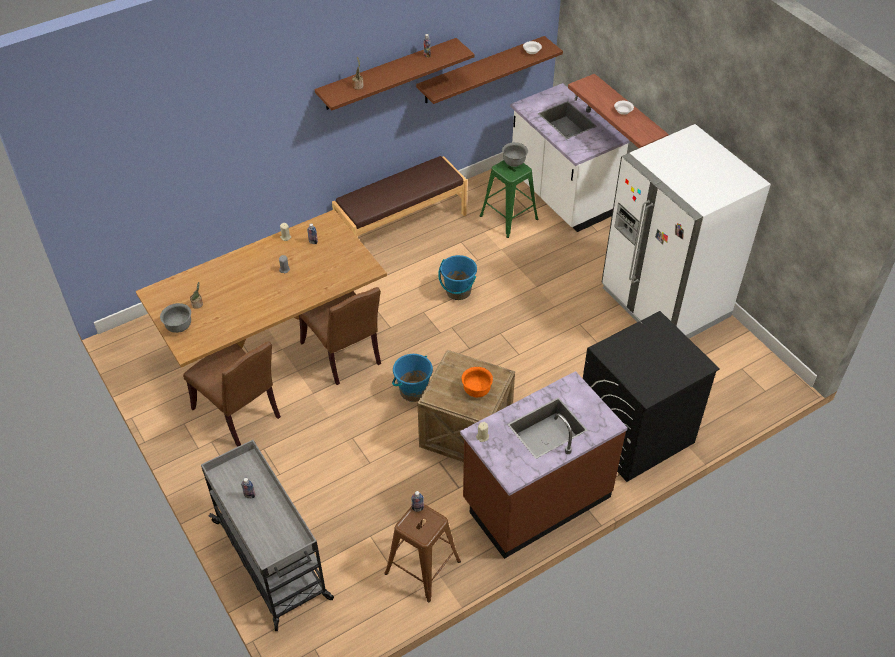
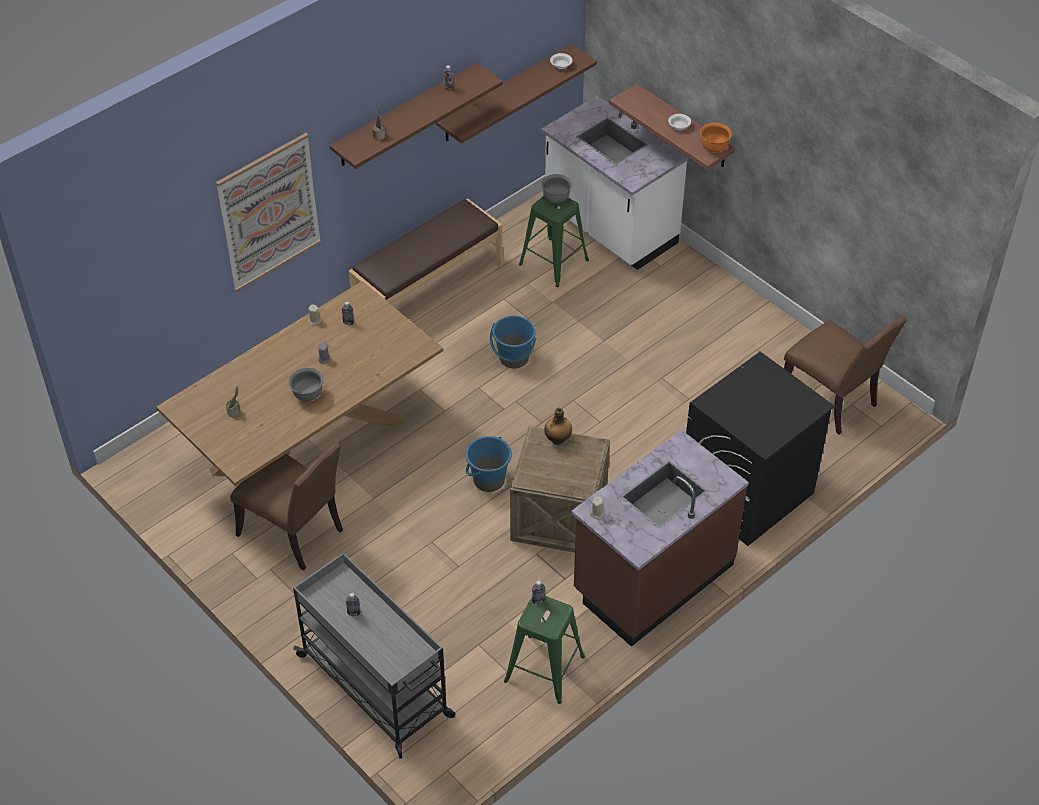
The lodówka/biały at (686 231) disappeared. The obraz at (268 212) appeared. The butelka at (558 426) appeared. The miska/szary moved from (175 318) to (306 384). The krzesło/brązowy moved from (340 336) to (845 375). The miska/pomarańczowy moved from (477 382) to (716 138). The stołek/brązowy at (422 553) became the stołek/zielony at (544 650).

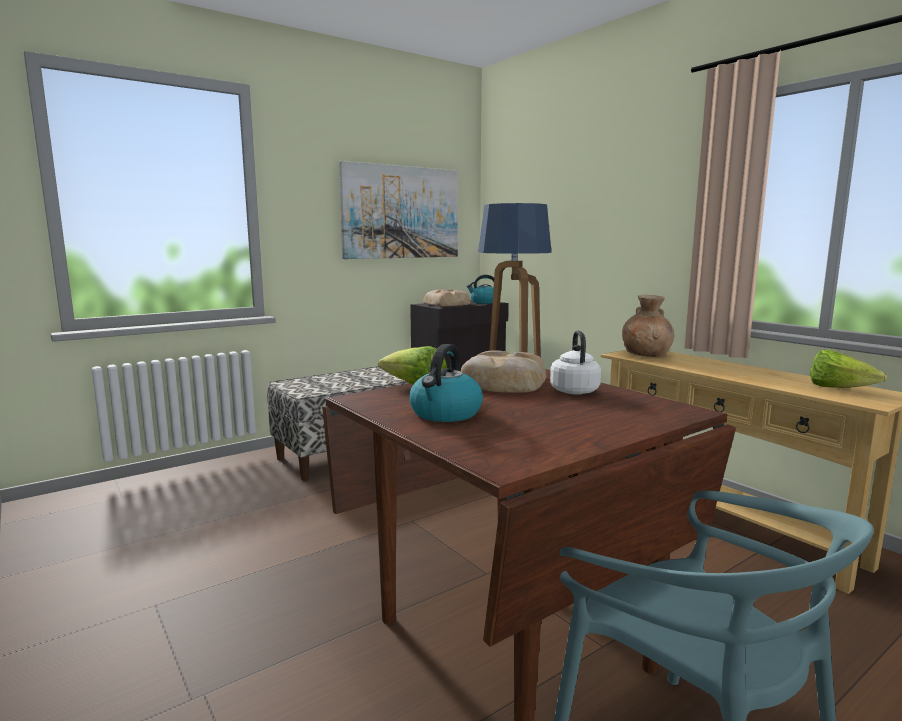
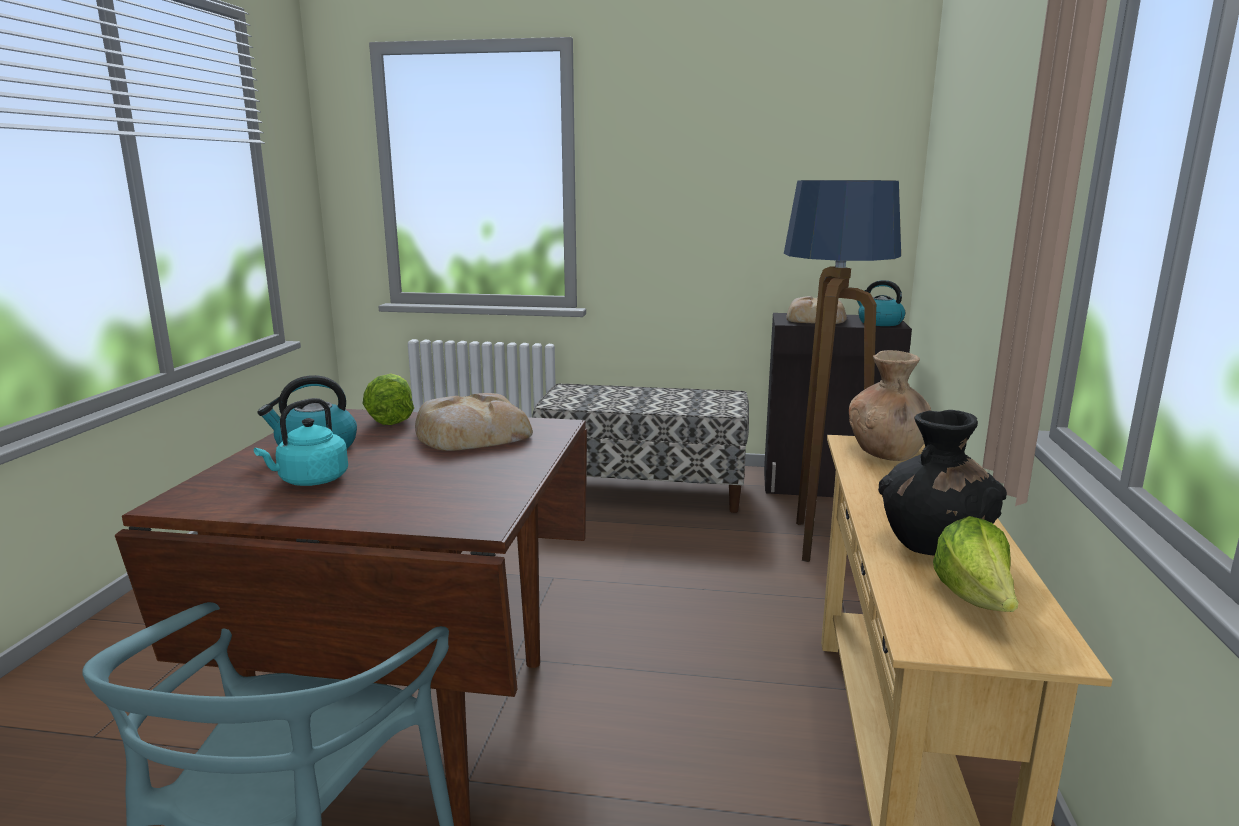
The obraz at (398 210) disappeared. The czajnik/biały at (575 362) disappeared. The czajnik/turkusowy at (301 442) appeared. The wazon/czarny at (942 483) appeared.

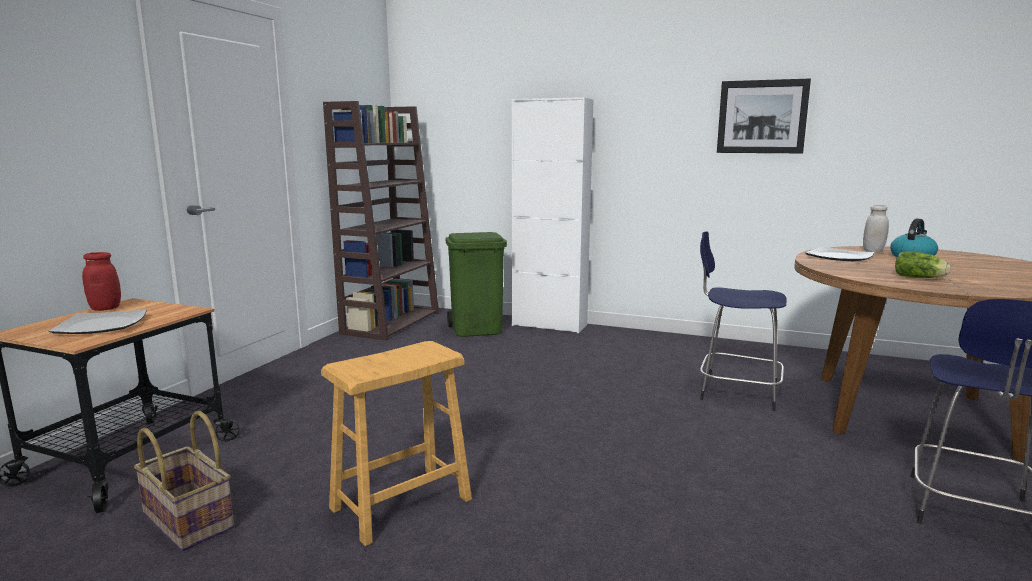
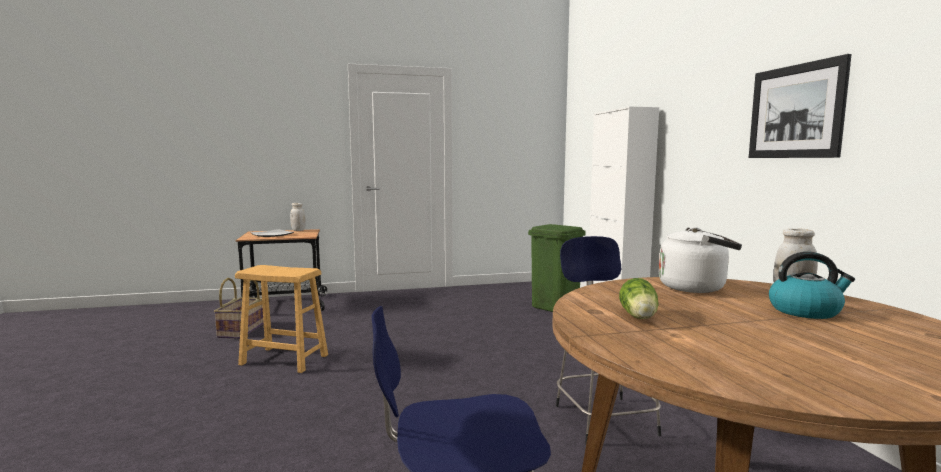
The regał/brązowy at (381 221) disappeared. The talerz at (839 254) was replaced by the czajnik/biały at (700 260). The słoik/czerwony at (101 281) became the słoik/biały at (298 217).

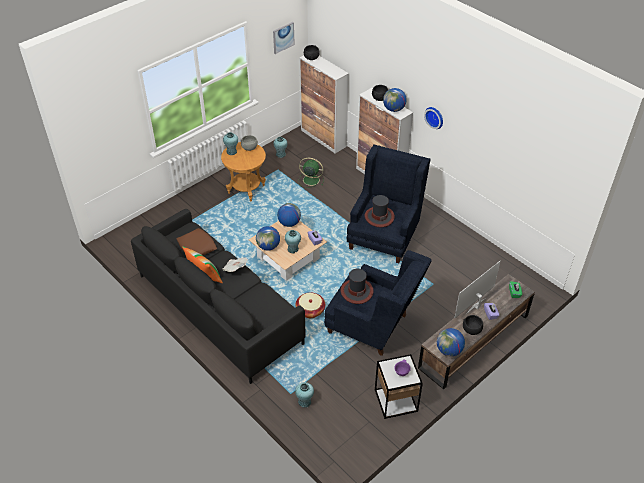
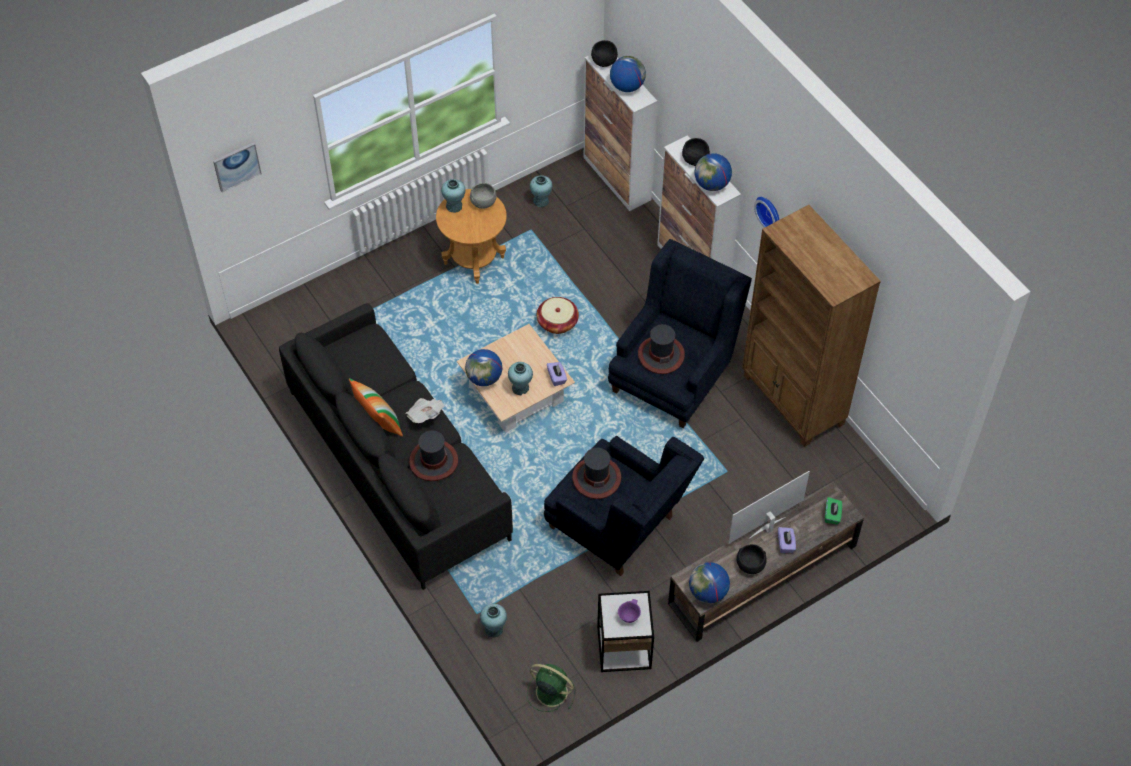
The poduszka/brązowy at (197 242) disappeared. The kapelusz at (433 455) appeared. The regał/brązowy at (811 326) appeared. The obraz moved from (284 38) to (237 167). The globus moved from (289 215) to (628 74). The koszyk moved from (310 305) to (558 315). The wentylator/zielony moved from (311 173) to (551 688).

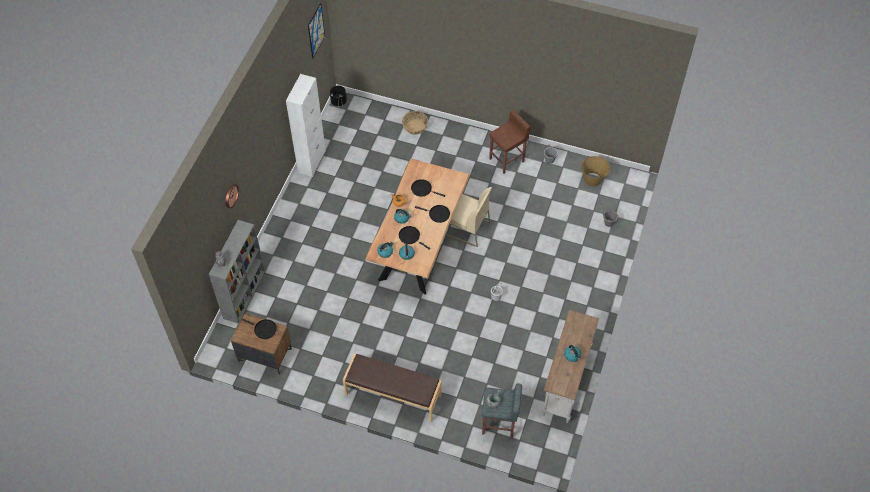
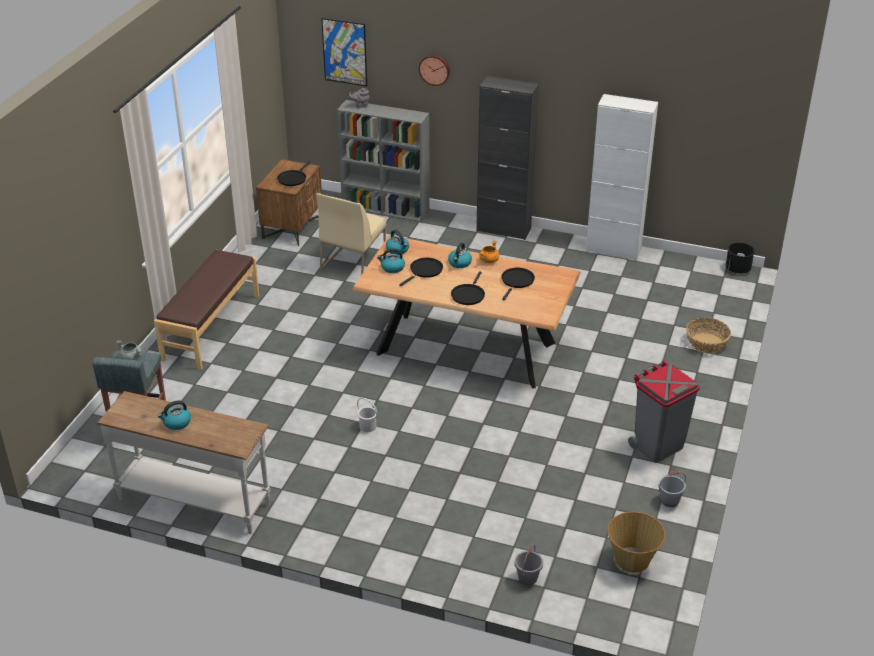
The szafka/czarny at (507 158) appeared. The obraz moved from (316 31) to (344 52). The krzesło/beżowy moved from (468 217) to (351 234). The stołek/brązowy at (510 142) was replaced by the kosz na śmieci/szary at (664 411).

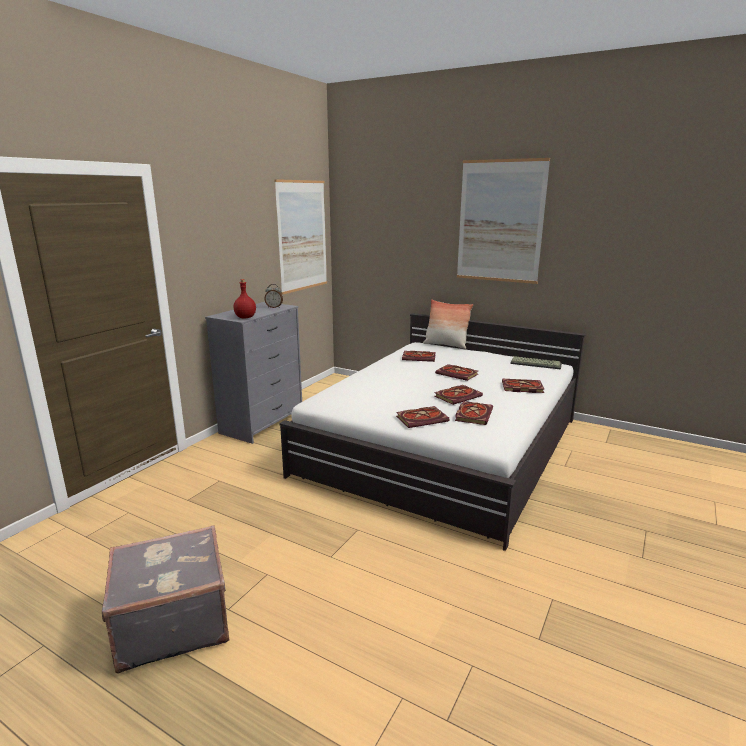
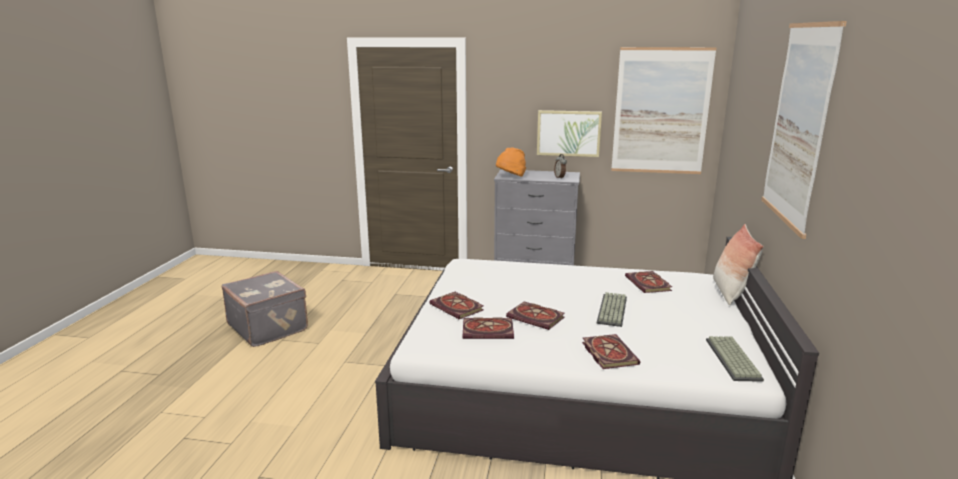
The obraz at (569 133) appeared. The butelka/czerwony at (245 298) was replaced by the kapelusz/pomarańczowy at (511 162). The książka at (456 372) was replaced by the klawiatura at (612 309).

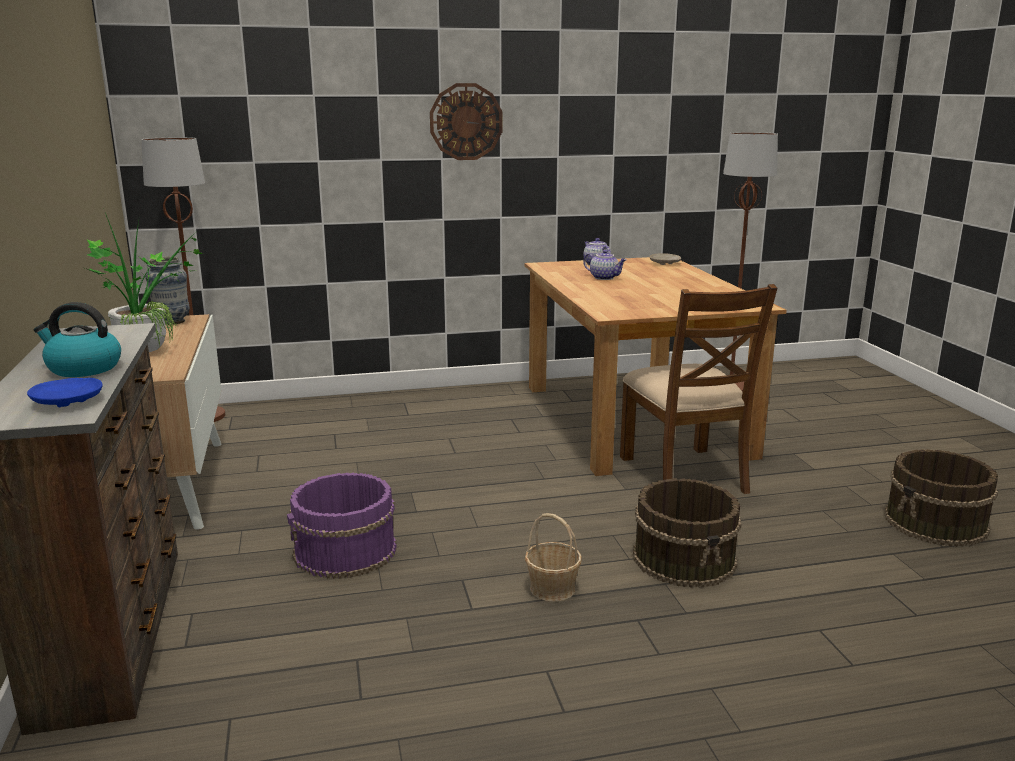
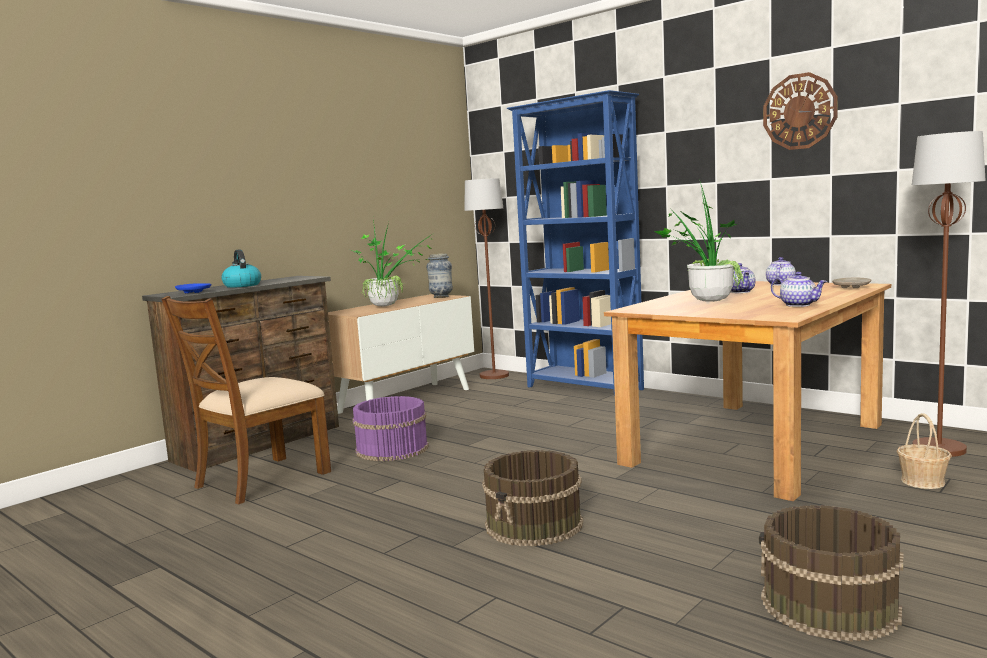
The regał/niebieski at (575 243) appeared. The roślina doniczkowa at (699 240) appeared. The imbryk at (799 289) appeared. The zegar ścienny moved from (466 121) to (800 111). The koszyk moved from (553 557) to (924 451). The krzesło/brązowy moved from (698 389) to (246 400).

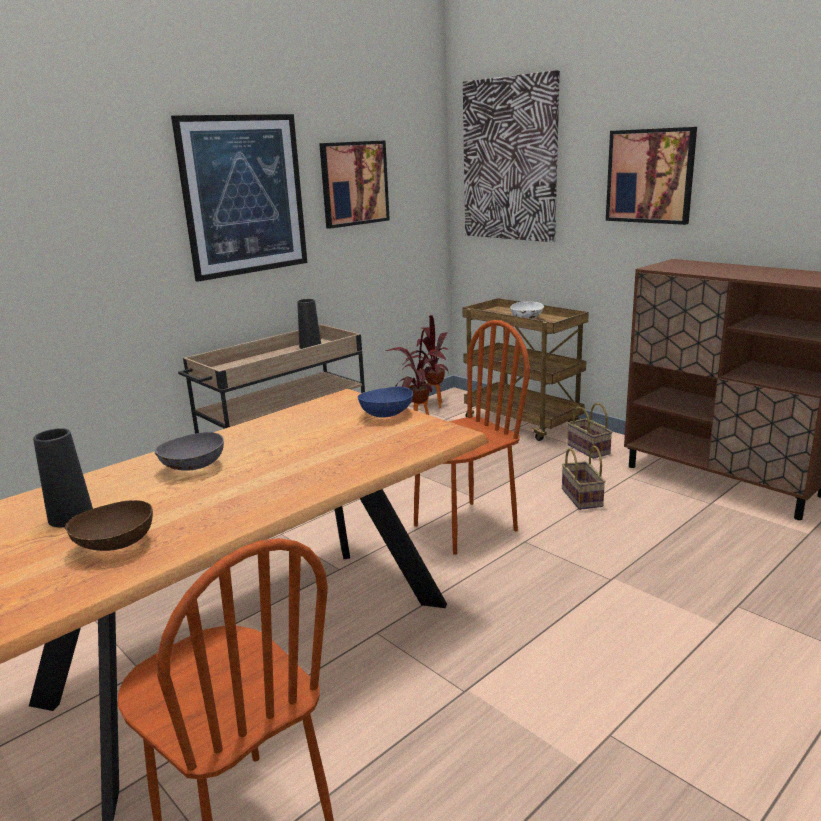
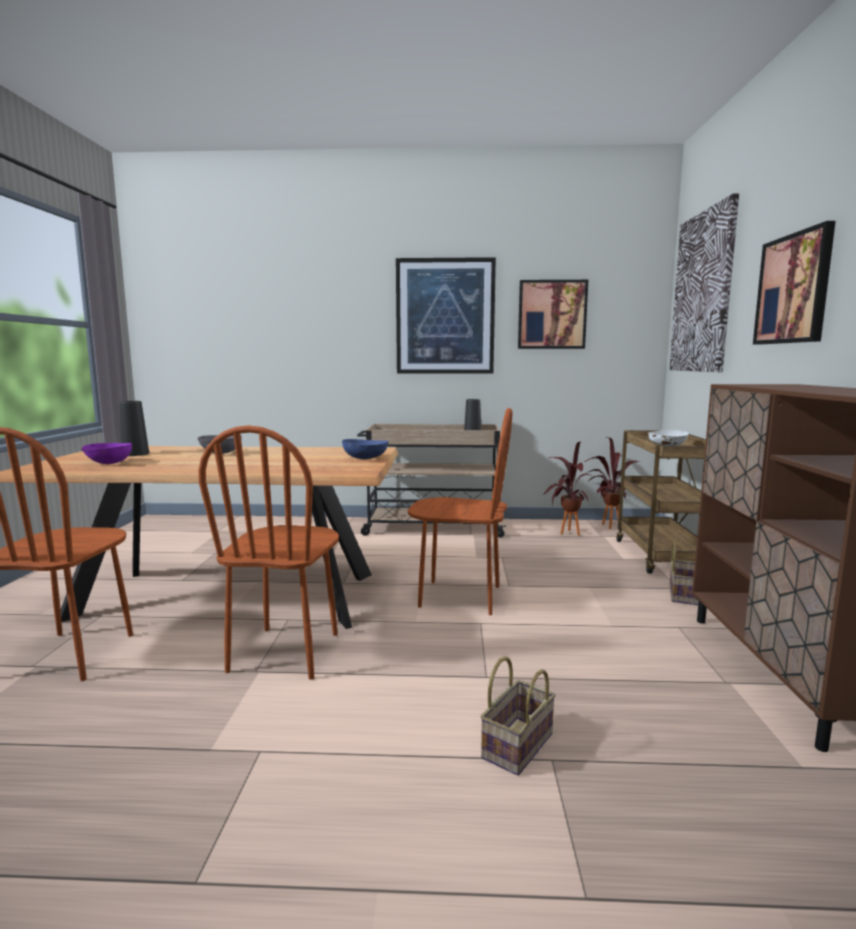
The krzesło/brązowy at (268 552) appeared. The koszyk moved from (584 477) to (518 716). The miska/brązowy at (109 525) became the miska/fioletowy at (106 453).

